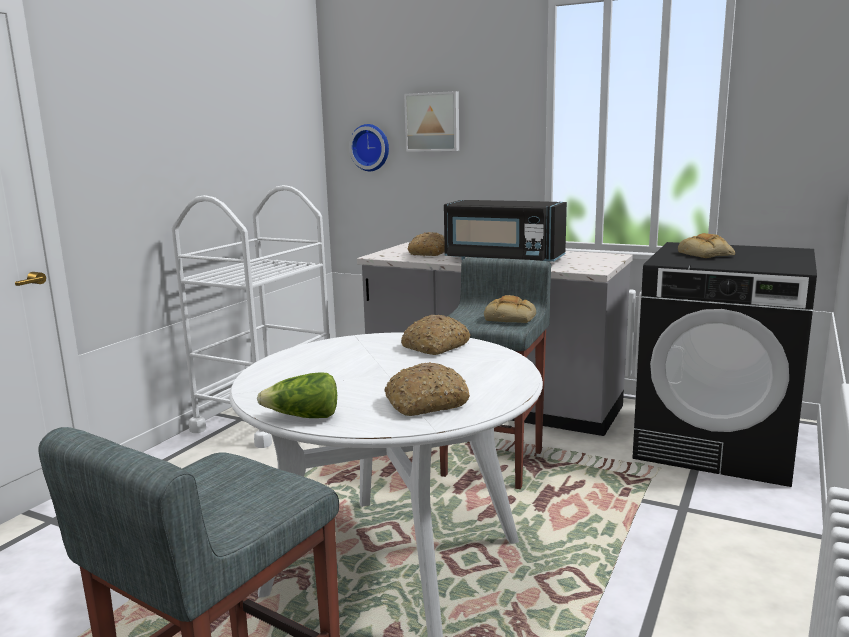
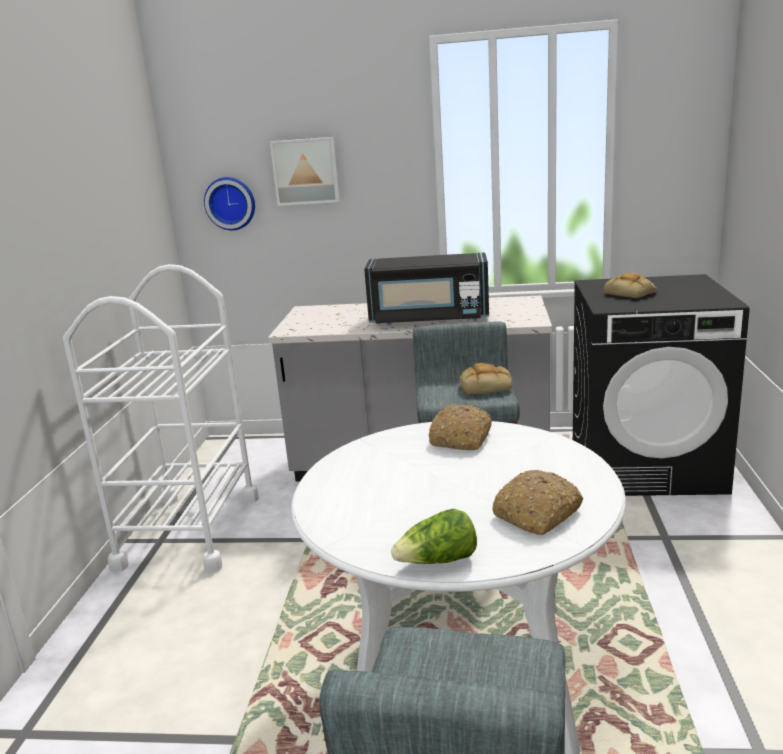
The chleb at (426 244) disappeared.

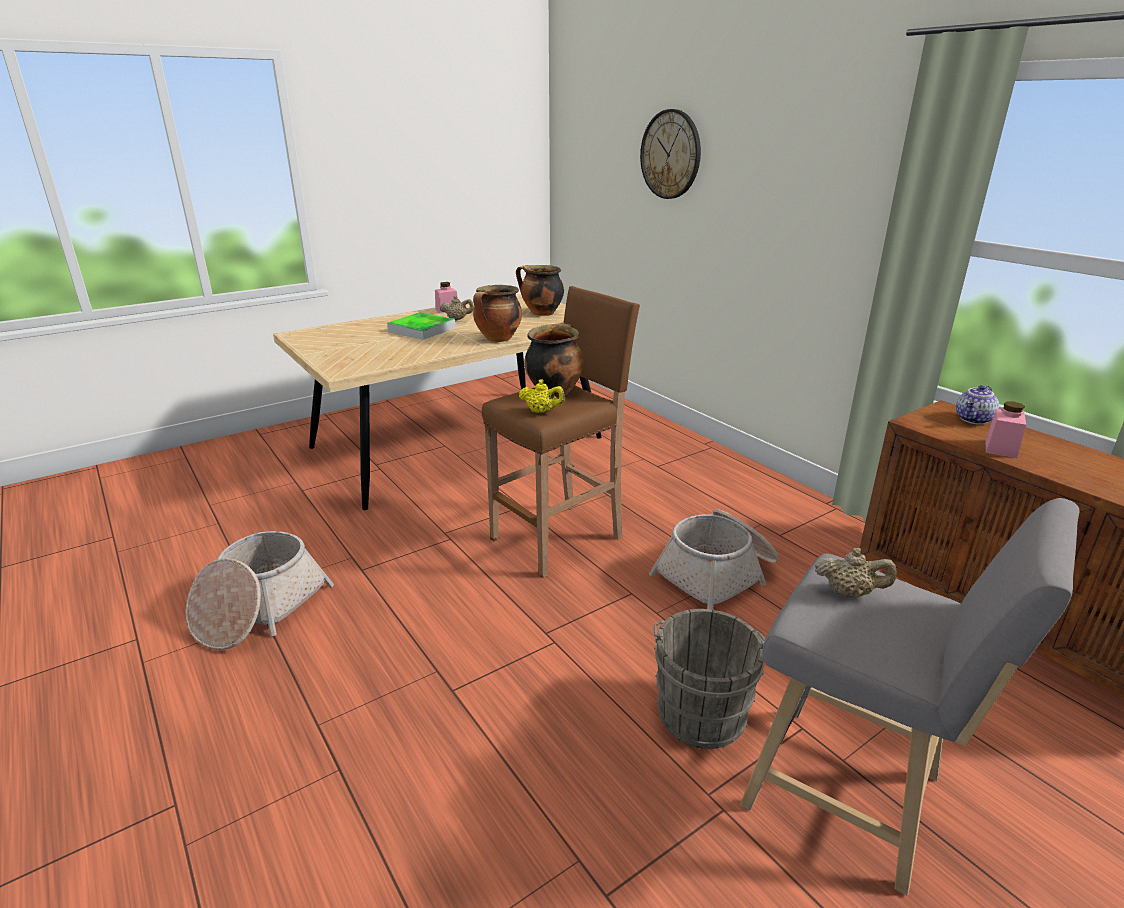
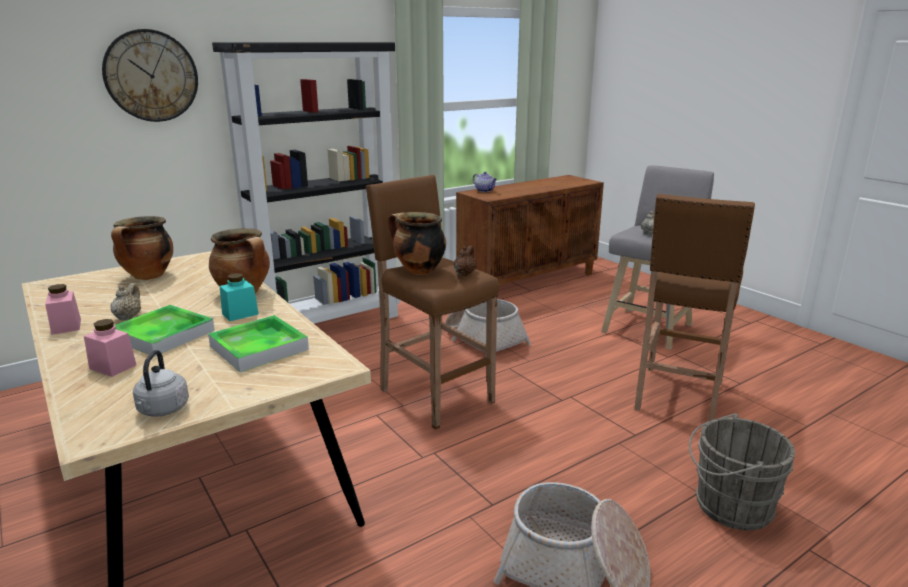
The czajnik/szary at (161 383) appeared. The taca at (258 343) appeared. The regał/czarny at (306 183) appeared. The słoik/turkusowy at (239 297) appeared. The stołek/brązowy at (694 307) appeared. The wiadro/szary moved from (709 679) to (742 472). The słoik/różowy moved from (1006 429) to (110 348). The imbryk/żółty at (542 396) became the imbryk/brązowy at (465 261).

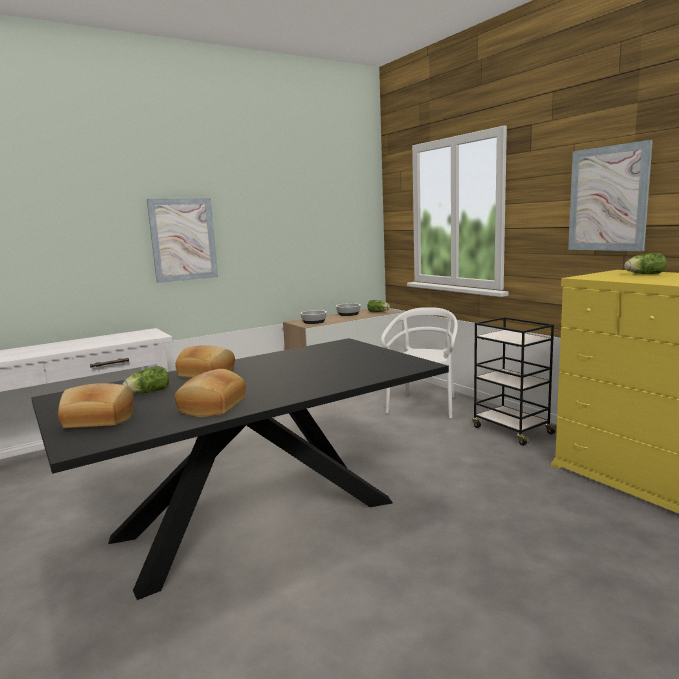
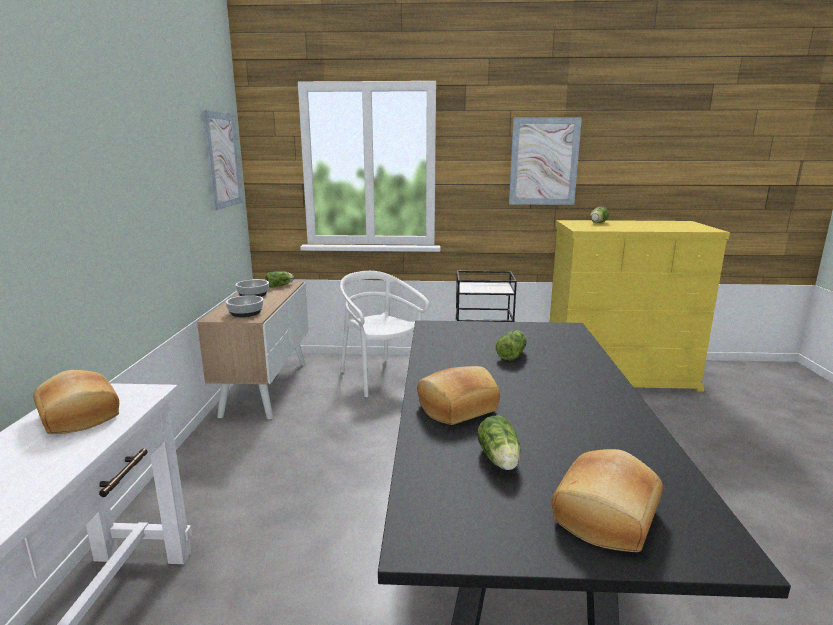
The sałata at (511 345) appeared. The obraz moved from (182 240) to (222 160). The chleb moved from (210 393) to (76 402).

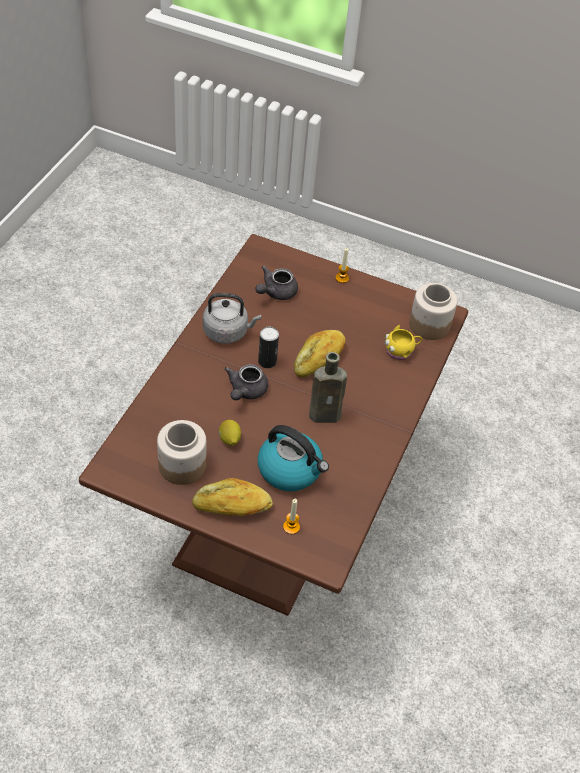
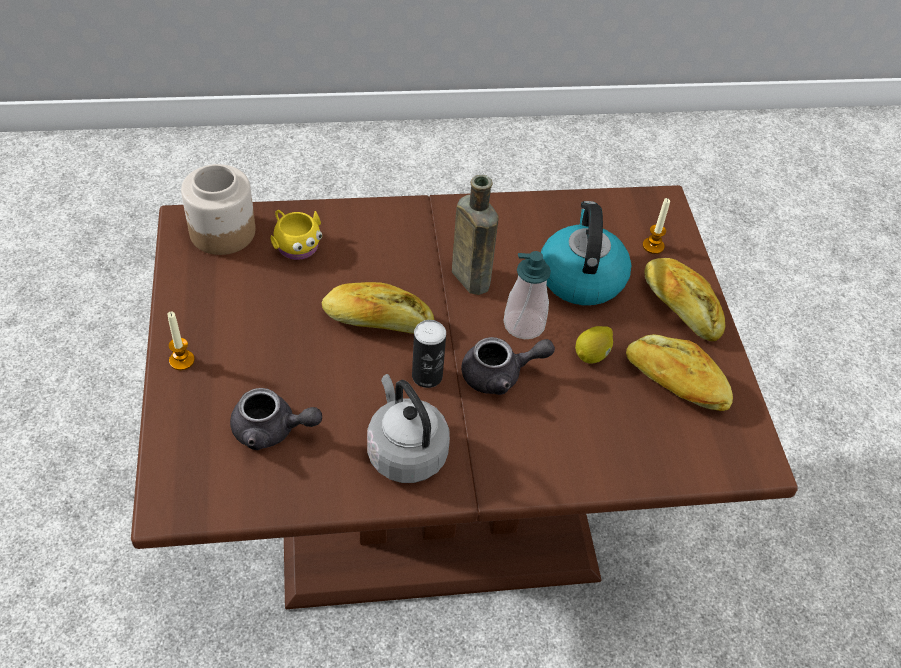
The dozownik mydła at (527 295) appeared. The słoik at (181 452) was replaced by the chleb at (679 372).

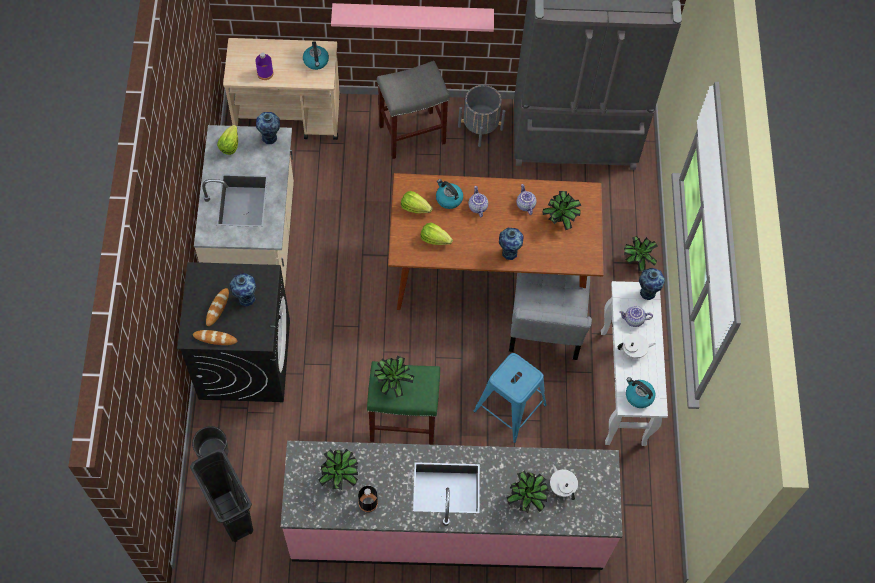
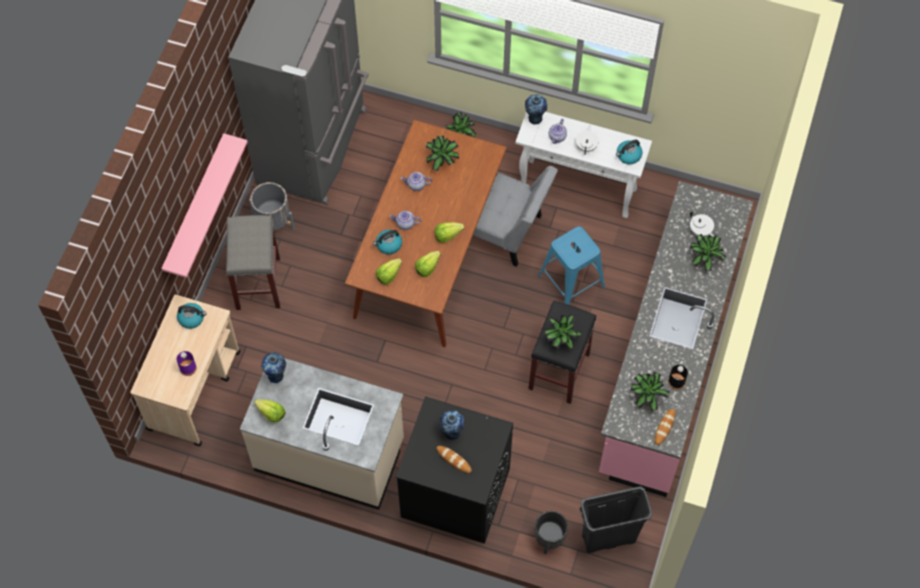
The wazon at (511 244) disappeared. The sałata at (449 232) appeared. The chleb moved from (215 337) to (665 426). The stołek/zielony at (403 403) became the stołek/czarny at (562 352). The imbryk/biały at (564 482) turned 120 degrees counterclockwise.

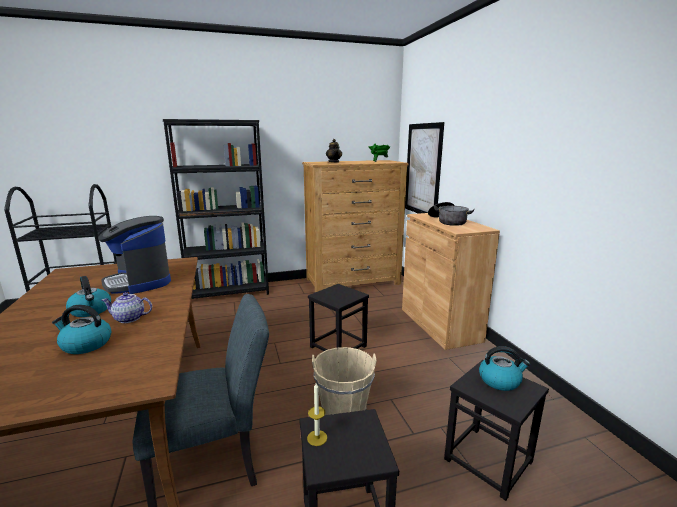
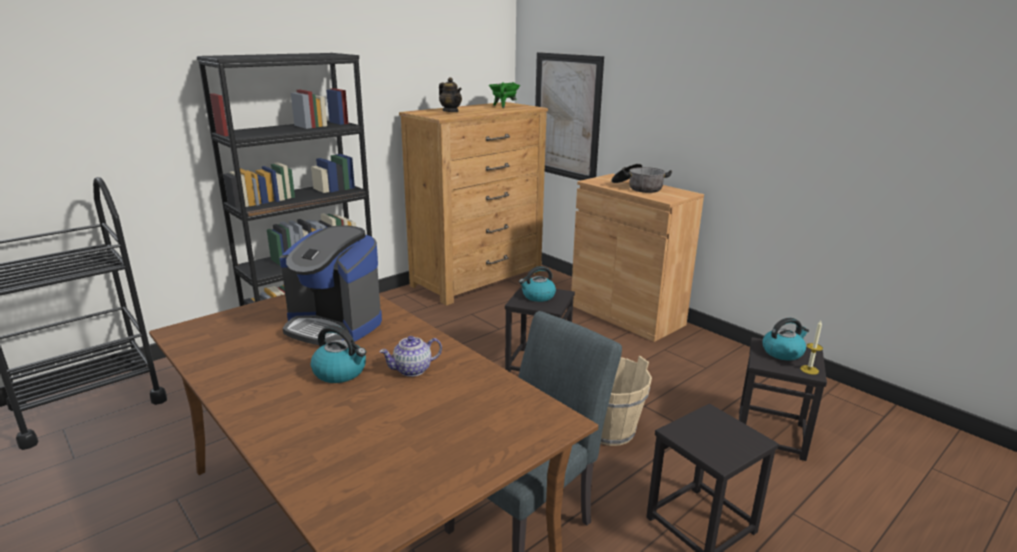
The czajnik moved from (81 329) to (537 284). The świeca moved from (317 414) to (811 347).

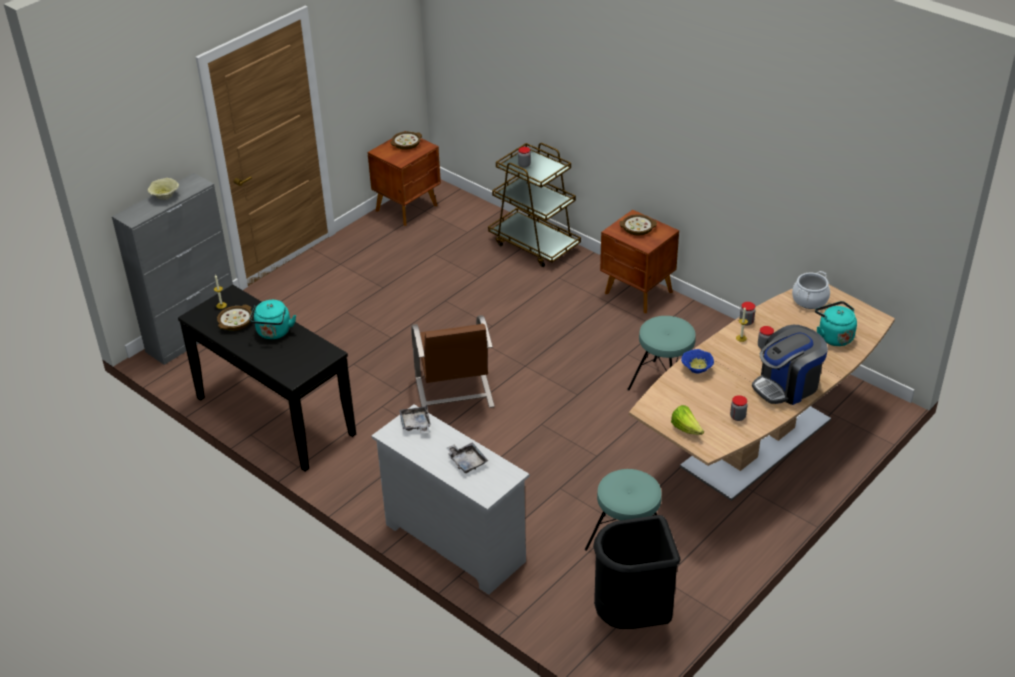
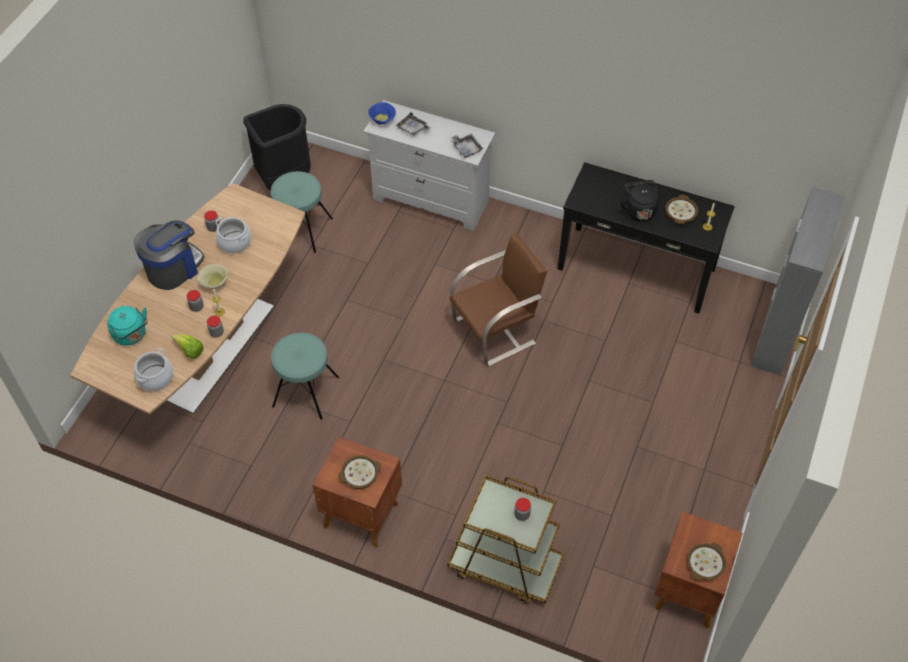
The garnek at (233 235) appeared. The miska/beżowy moved from (163 189) to (213 276). The sałata moved from (687 420) to (188 346). The miska/niebieski moved from (697 361) to (382 113). The czajnik/turkusowy at (272 319) became the czajnik/czarny at (639 200). The krzesło/brązowy at (453 364) turned 90 degrees clockwise.

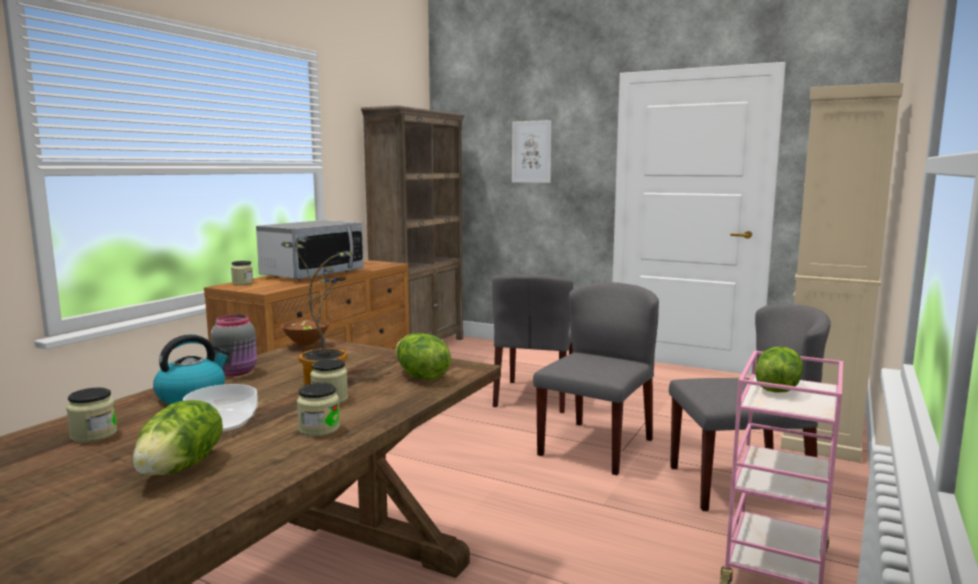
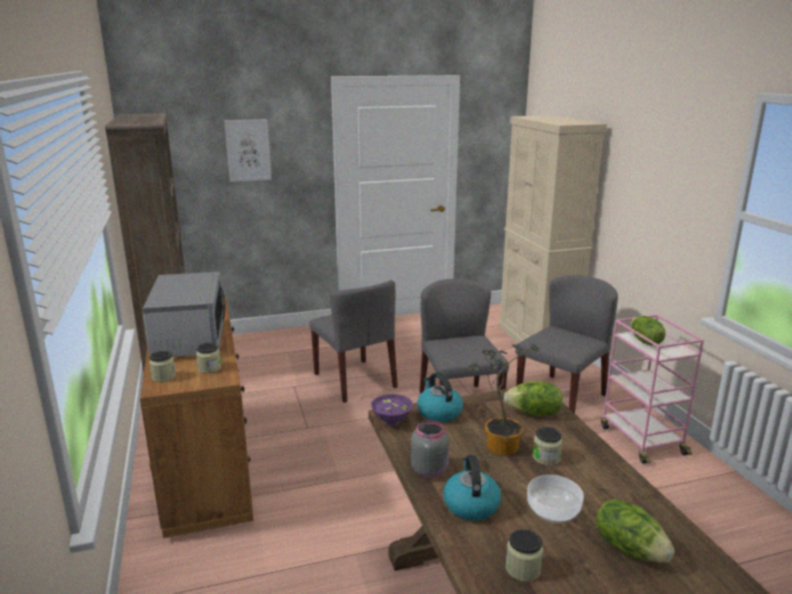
The czajnik at (440 397) appeared. The słoik moved from (318 409) to (208 358). The miska/brązowy at (305 333) became the miska/fioletowy at (392 410).

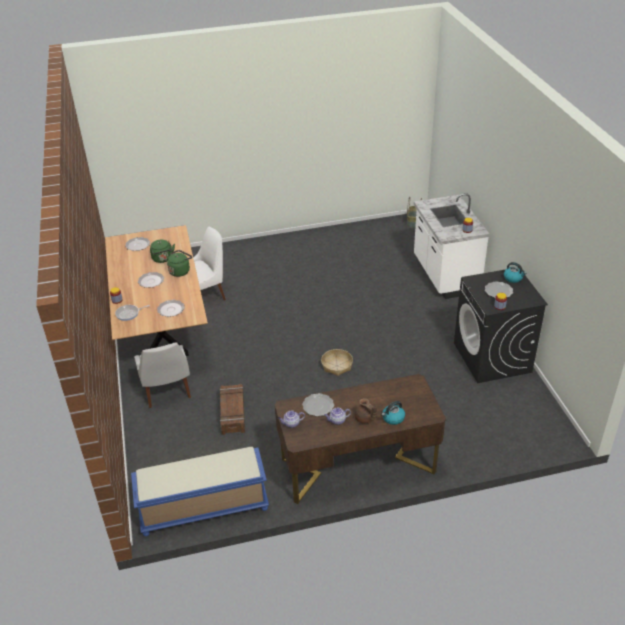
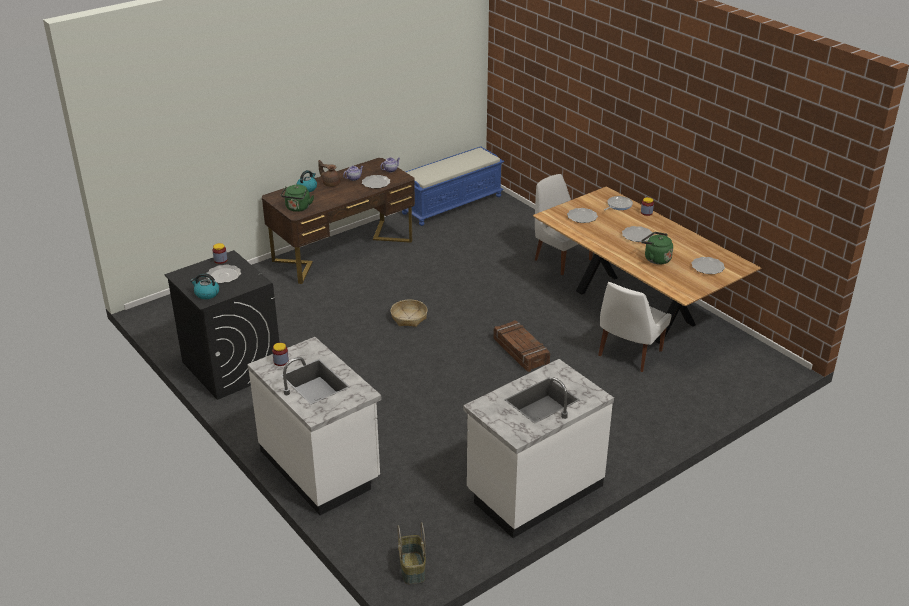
The zabudowa kuchenna/biały at (538 448) appeared. The czajnik/zielony moved from (179 263) to (297 198). The skrzynka moved from (232 409) to (521 346).

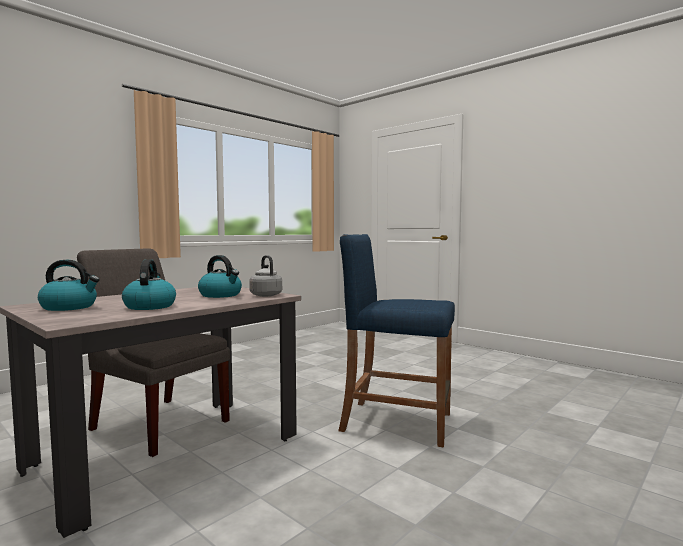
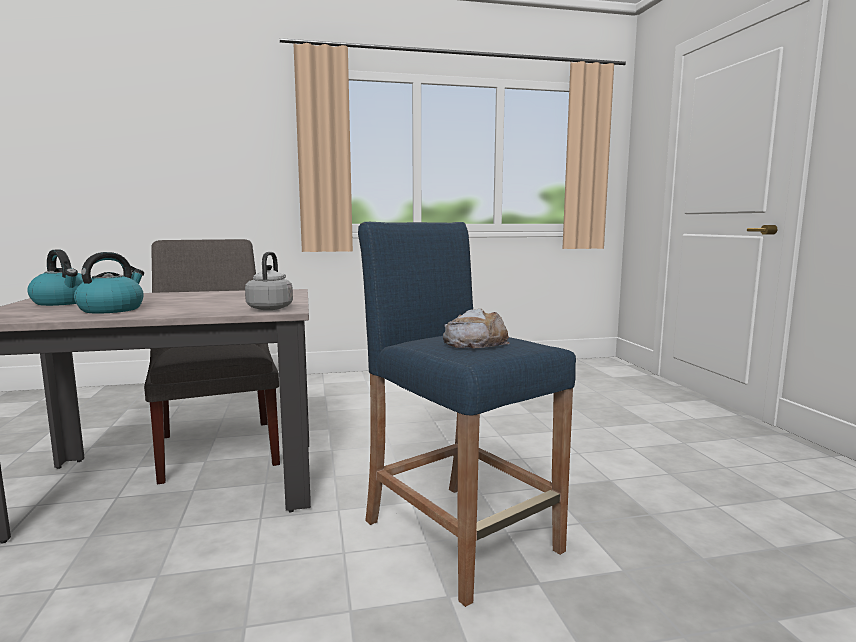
The czajnik at (220 276) disappeared. The chleb at (476 329) appeared.

